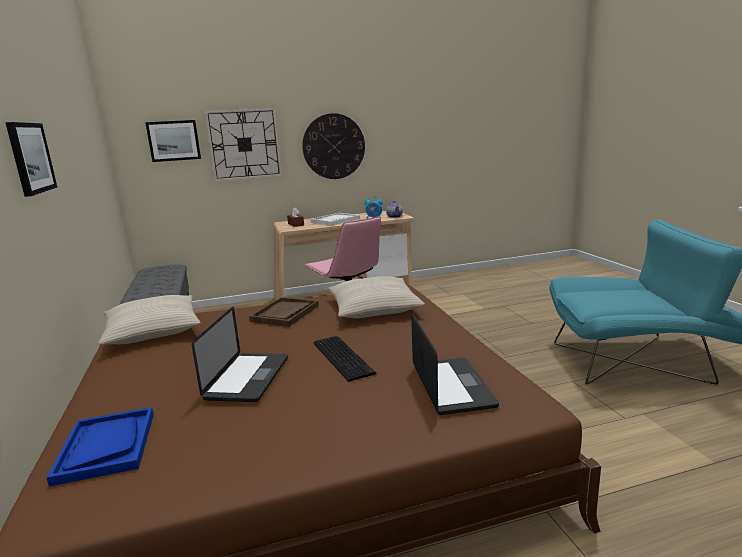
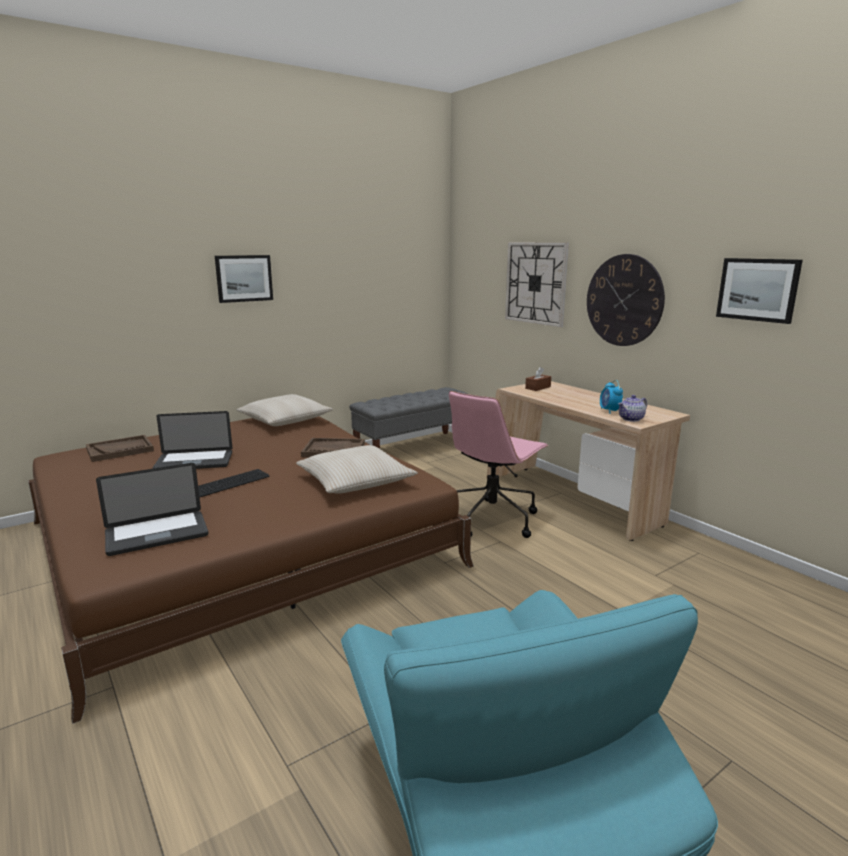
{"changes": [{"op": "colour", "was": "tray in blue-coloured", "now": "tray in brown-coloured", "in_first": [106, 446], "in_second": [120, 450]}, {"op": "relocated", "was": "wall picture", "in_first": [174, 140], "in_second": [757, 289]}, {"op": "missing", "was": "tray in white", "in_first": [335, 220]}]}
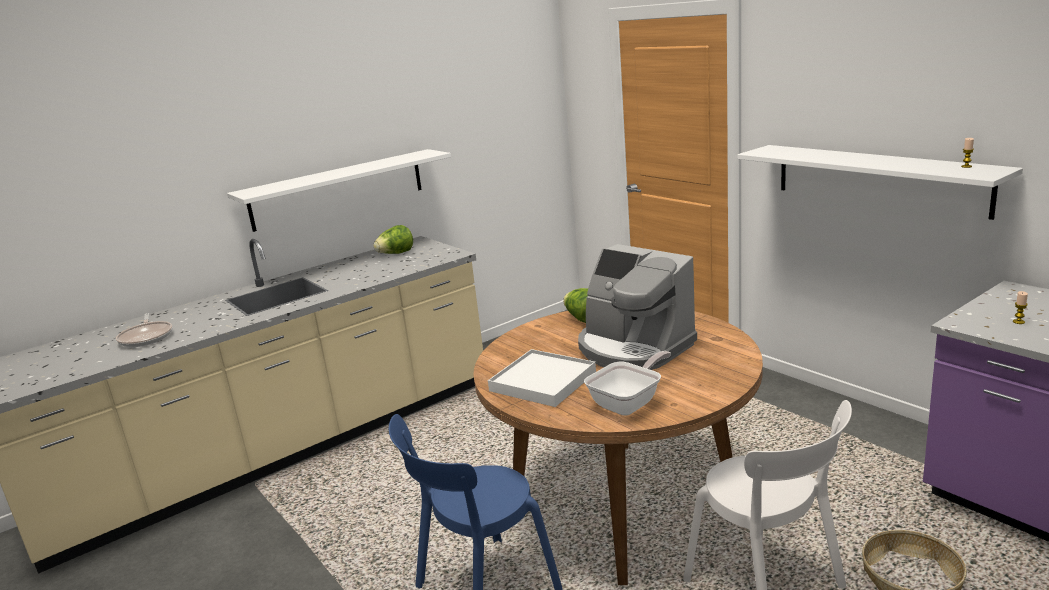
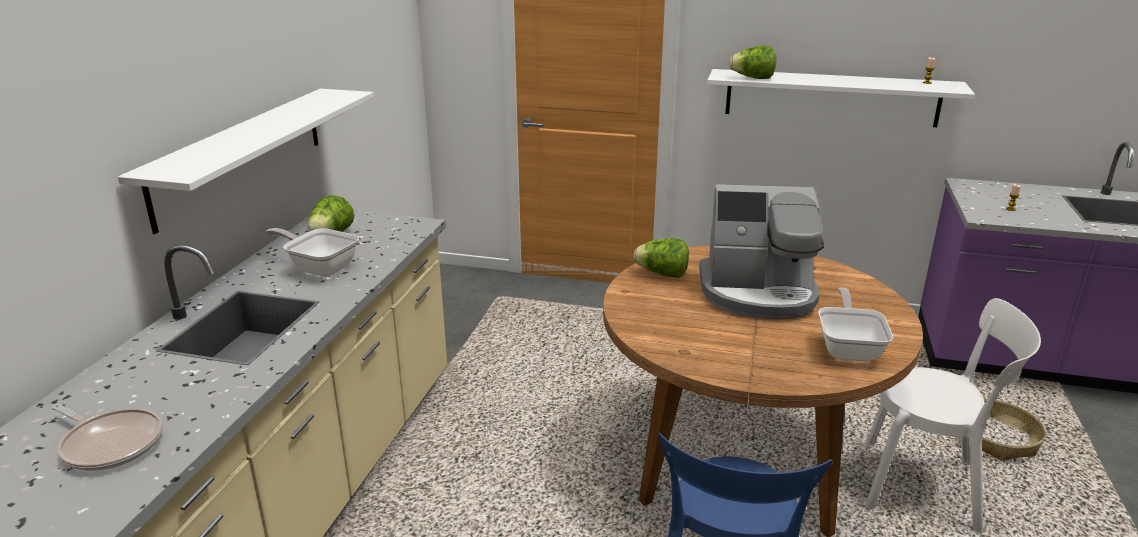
{"changes": [{"op": "missing", "was": "tray in white", "in_first": [543, 382]}, {"op": "appeared", "now": "frying pan", "in_second": [319, 267]}, {"op": "appeared", "now": "head of lettuce", "in_second": [753, 78]}]}
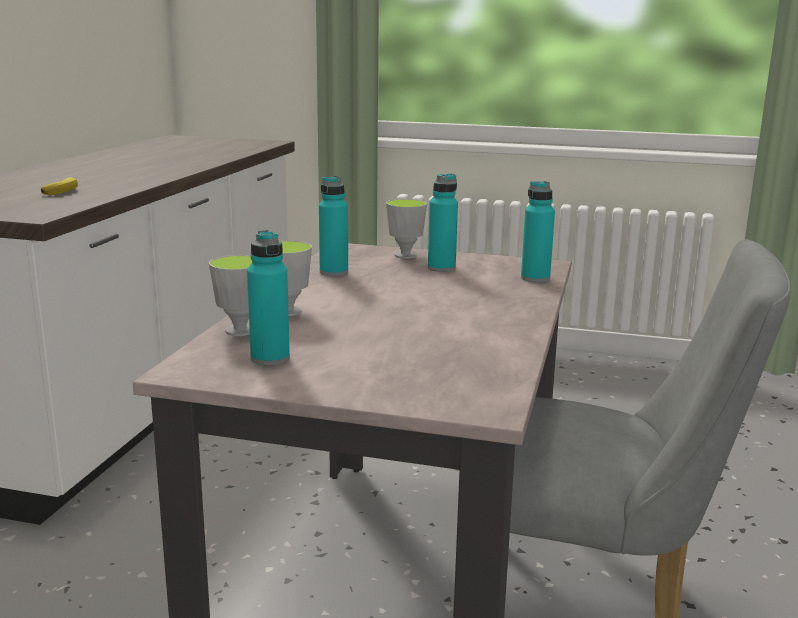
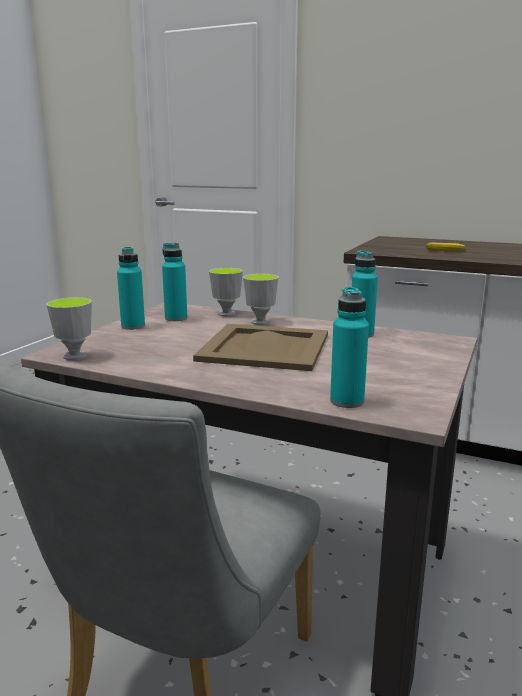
{"changes": [{"op": "relocated", "was": "cup", "in_first": [405, 255], "in_second": [75, 356]}, {"op": "relocated", "was": "beverage bottle in turquoise-coloured", "in_first": [441, 268], "in_second": [133, 326]}, {"op": "appeared", "now": "tray in beige", "in_second": [264, 347]}]}
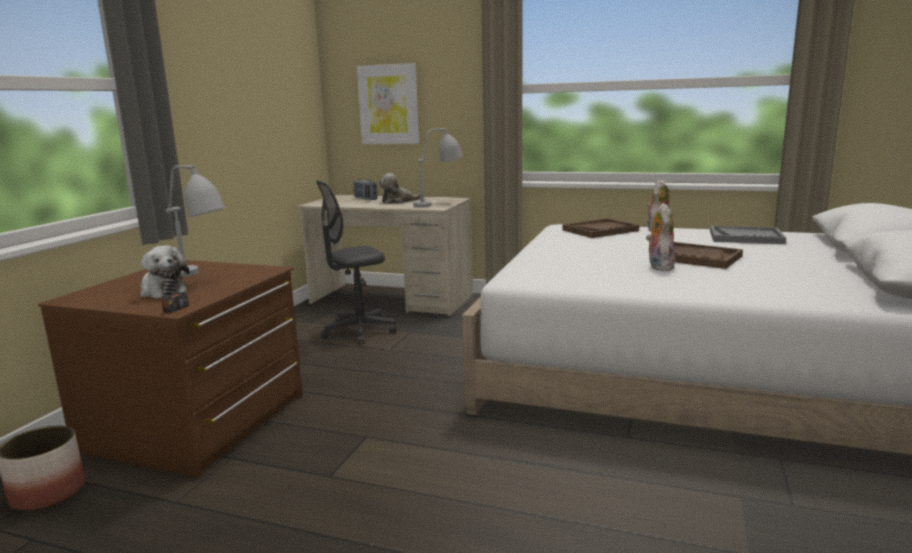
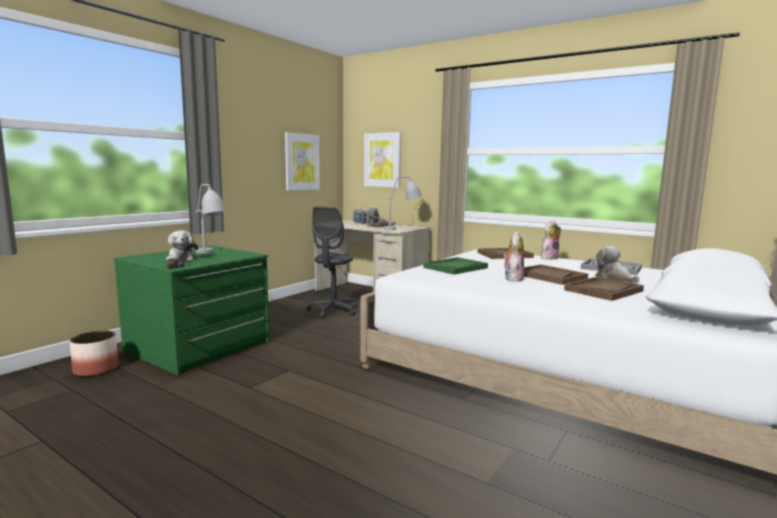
{"changes": [{"op": "colour", "was": "chest of drawers in brown-coloured", "now": "chest of drawers in green-coloured", "in_first": [198, 422], "in_second": [199, 347]}, {"op": "spun", "was": "office chair in gray", "in_first": [359, 332], "in_second": [333, 311], "clockwise": -60}, {"op": "appeared", "now": "wall picture", "in_second": [302, 162]}, {"op": "appeared", "now": "tray in green-coloured", "in_second": [455, 267]}, {"op": "appeared", "now": "tray in brown-coloured", "in_second": [603, 290]}, {"op": "appeared", "now": "cuddly toy", "in_second": [614, 278]}]}
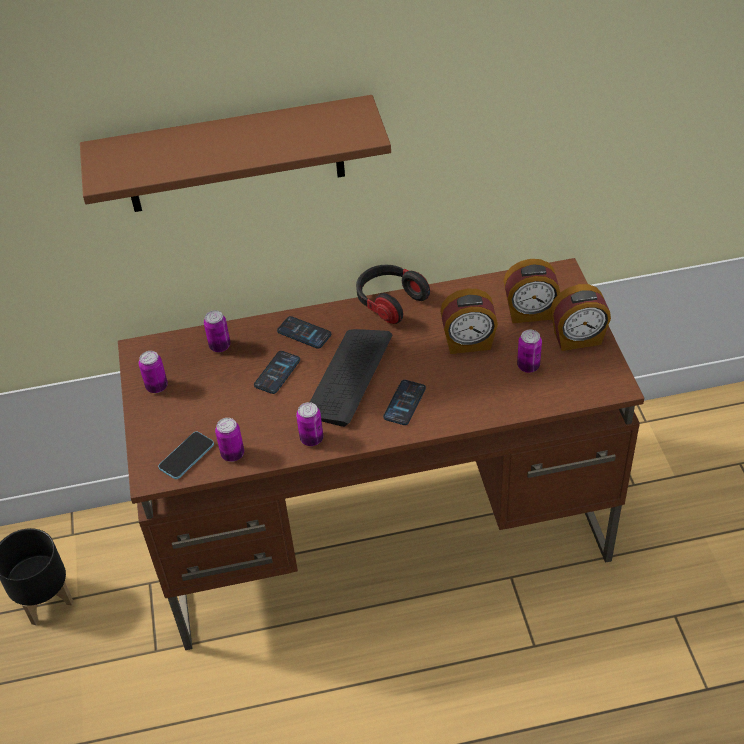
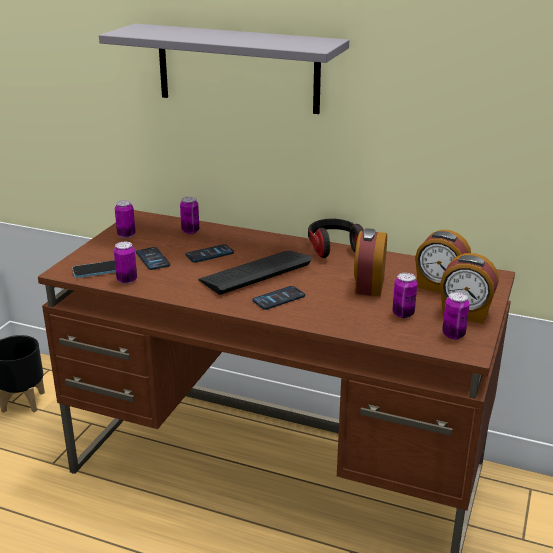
{"changes": [{"op": "colour", "was": "bracket shelf in brown-coloured", "now": "bracket shelf in gray", "in_first": [234, 156], "in_second": [237, 68]}, {"op": "relocated", "was": "handset", "in_first": [304, 333], "in_second": [153, 259]}, {"op": "relocated", "was": "sealed can", "in_first": [311, 439], "in_second": [453, 335]}, {"op": "spun", "was": "table clock", "in_first": [468, 343], "in_second": [368, 286], "clockwise": 75}]}
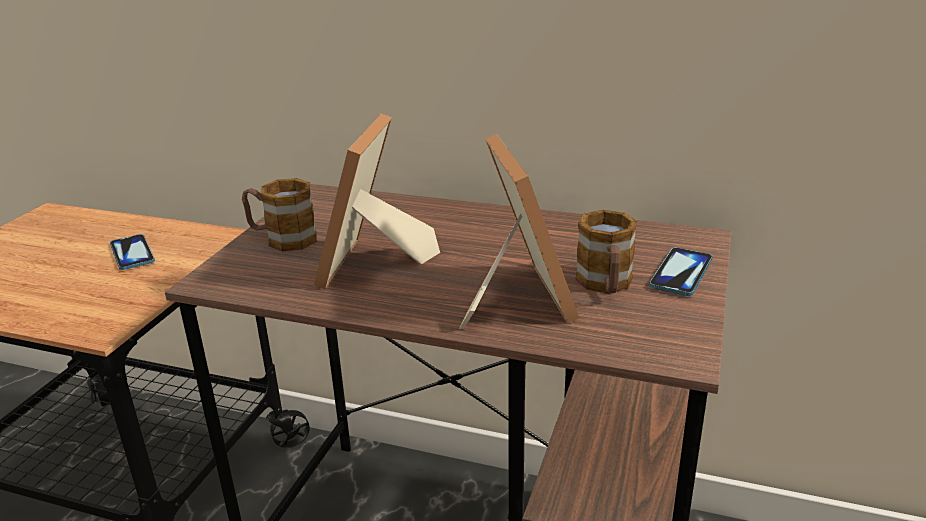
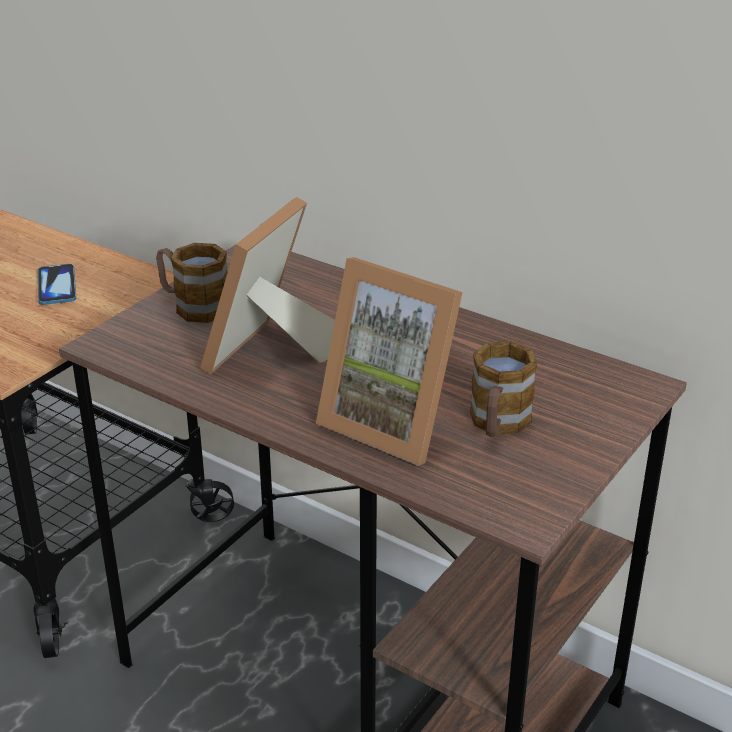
{"changes": [{"op": "spun", "was": "picture frame", "in_first": [515, 298], "in_second": [394, 422], "clockwise": 120}, {"op": "missing", "was": "handset", "in_first": [681, 273]}]}
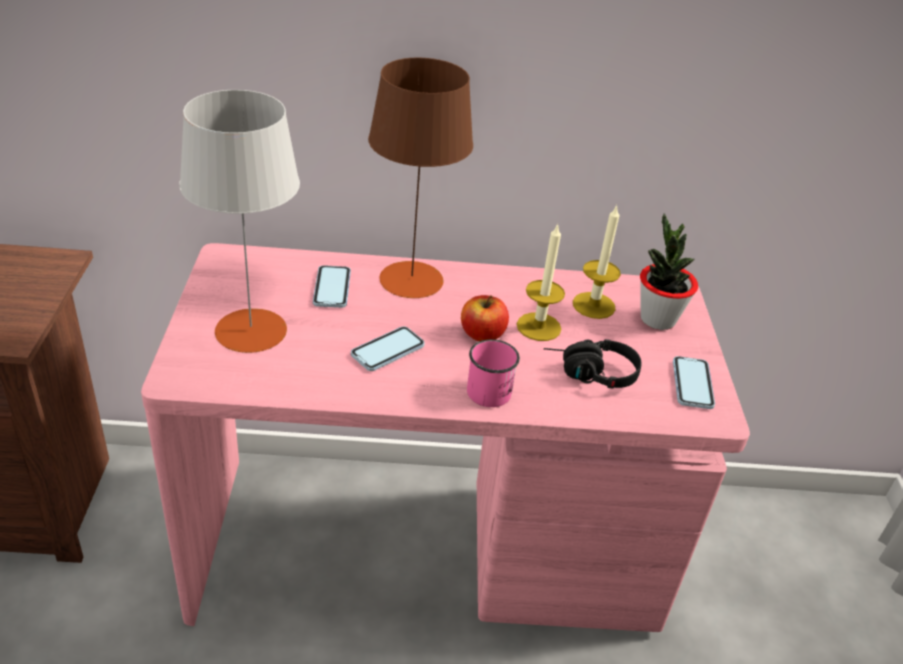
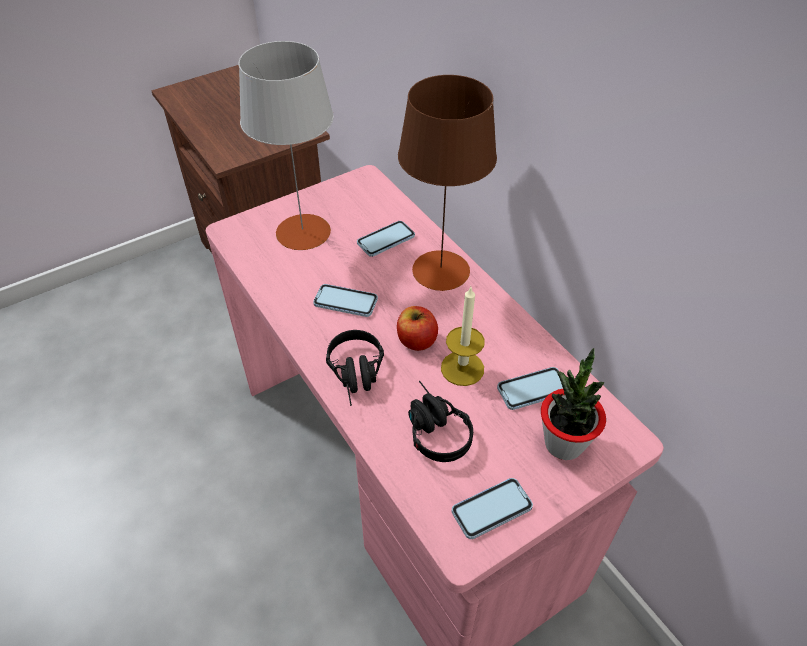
{"changes": [{"op": "exchanged", "was": "mug in pink", "now": "headset in black", "in_first": [491, 387], "in_second": [357, 376]}, {"op": "exchanged", "was": "candle", "now": "handset", "in_first": [593, 305], "in_second": [532, 389]}]}
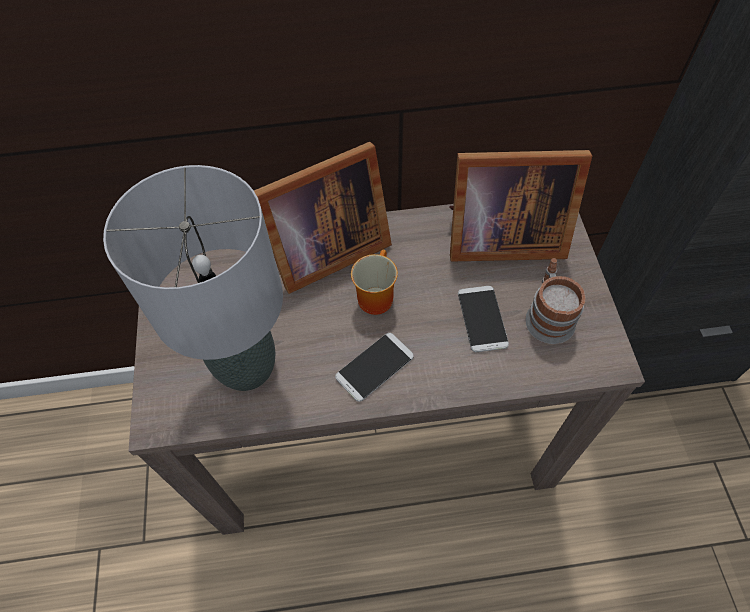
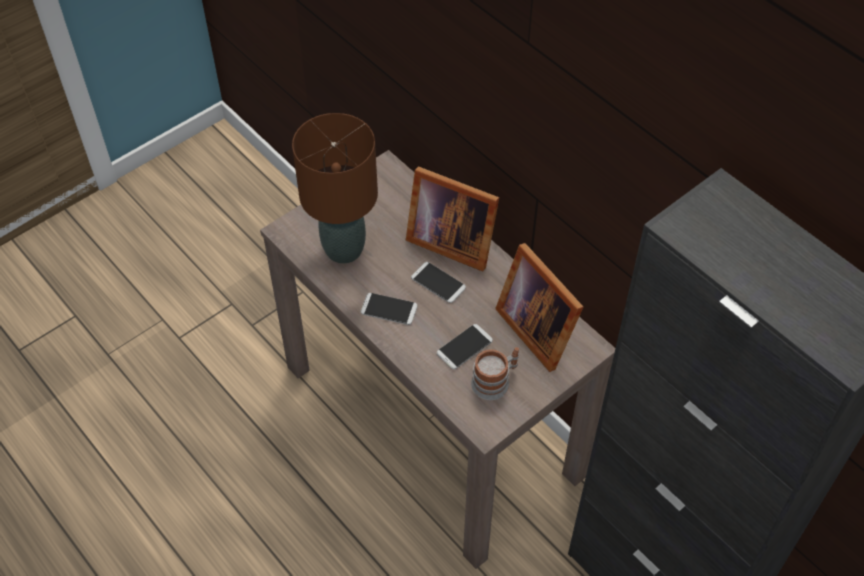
{"changes": [{"op": "colour", "was": "table lamp in gray", "now": "table lamp in brown-coloured", "in_first": [245, 366], "in_second": [344, 249]}, {"op": "exchanged", "was": "mug", "now": "handset", "in_first": [373, 295], "in_second": [438, 283]}]}
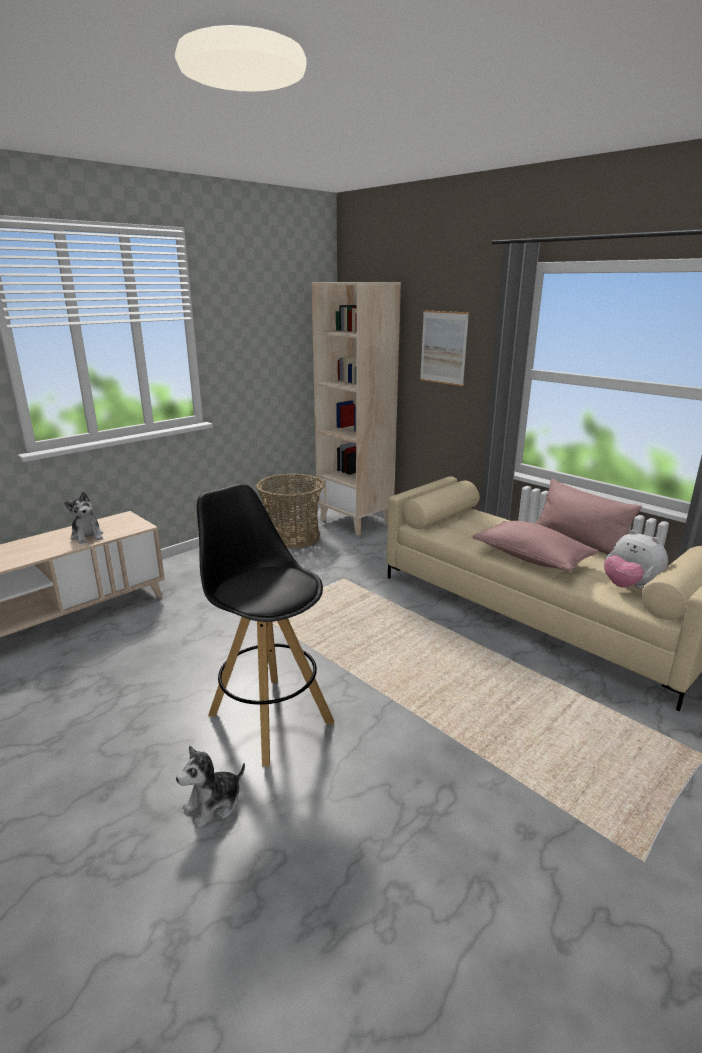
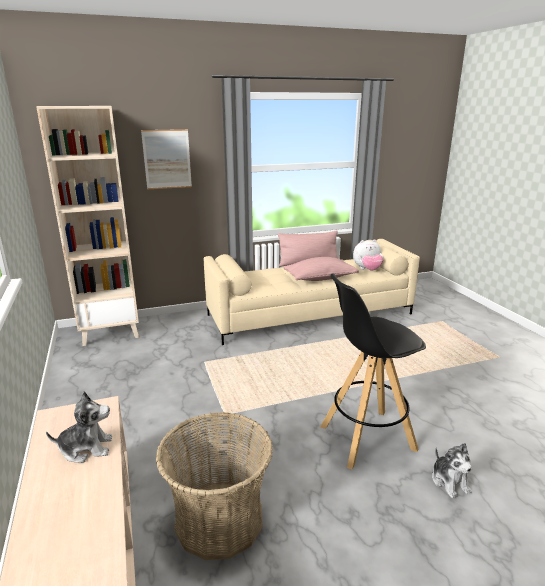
{"changes": [{"op": "relocated", "was": "storage basket", "in_first": [292, 537], "in_second": [219, 519]}]}
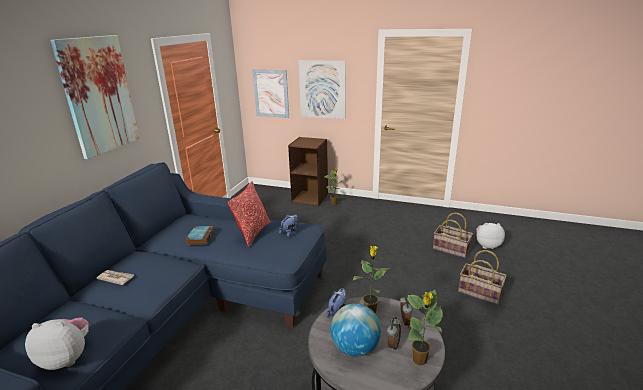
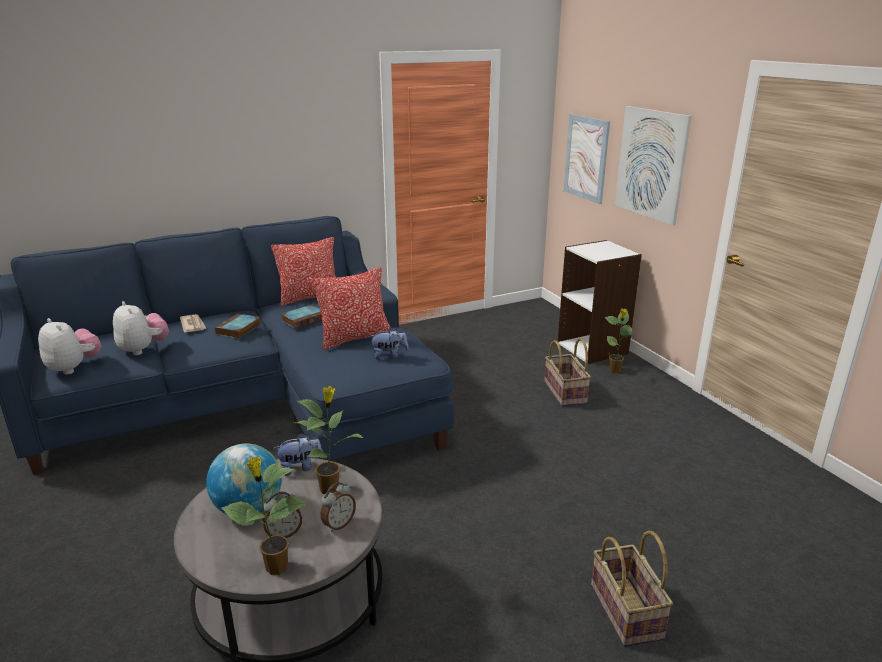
{"changes": [{"op": "missing", "was": "wall picture", "in_first": [99, 95]}, {"op": "colour", "was": "bookcase in brown-coloured", "now": "bookcase in white", "in_first": [310, 197], "in_second": [593, 348]}, {"op": "relocated", "was": "storage basket", "in_first": [451, 249], "in_second": [566, 393]}, {"op": "relocated", "was": "cuddly toy", "in_first": [487, 245], "in_second": [143, 349]}, {"op": "appeared", "now": "book", "in_second": [238, 329]}, {"op": "appeared", "now": "pillow", "in_second": [310, 298]}]}
